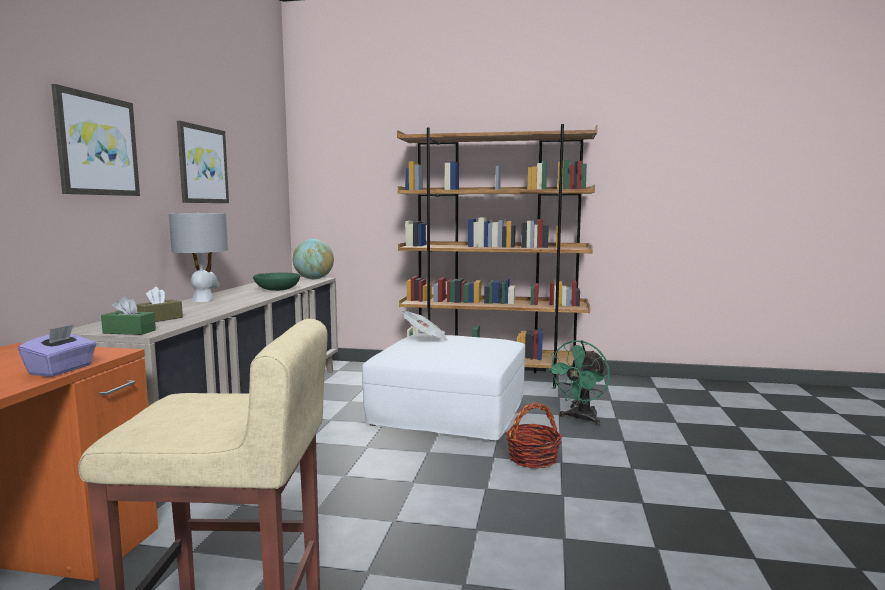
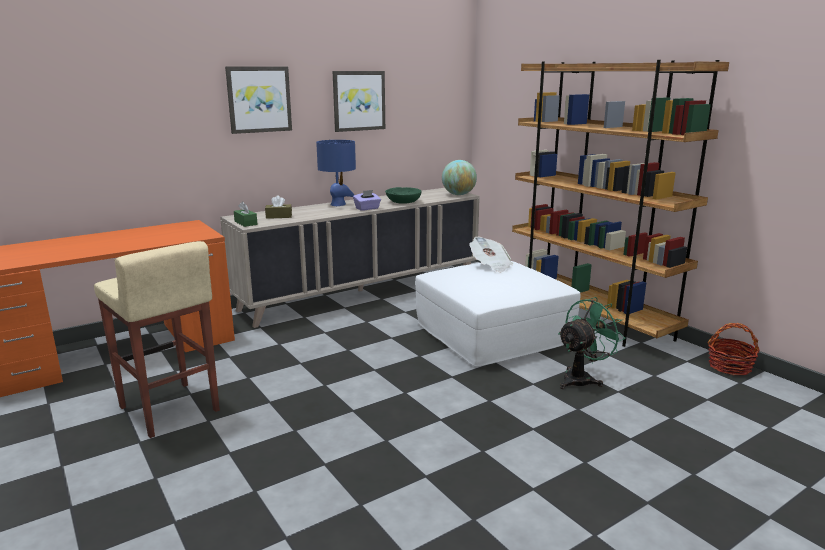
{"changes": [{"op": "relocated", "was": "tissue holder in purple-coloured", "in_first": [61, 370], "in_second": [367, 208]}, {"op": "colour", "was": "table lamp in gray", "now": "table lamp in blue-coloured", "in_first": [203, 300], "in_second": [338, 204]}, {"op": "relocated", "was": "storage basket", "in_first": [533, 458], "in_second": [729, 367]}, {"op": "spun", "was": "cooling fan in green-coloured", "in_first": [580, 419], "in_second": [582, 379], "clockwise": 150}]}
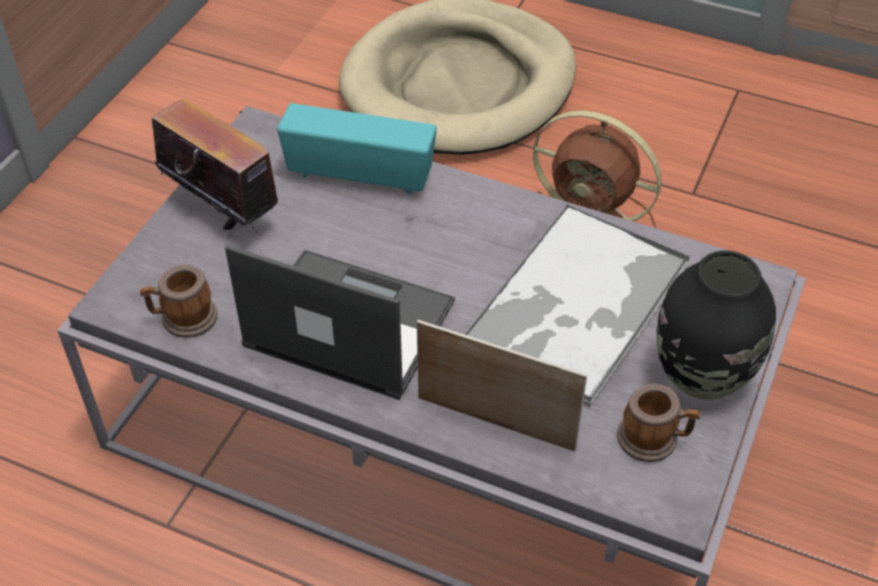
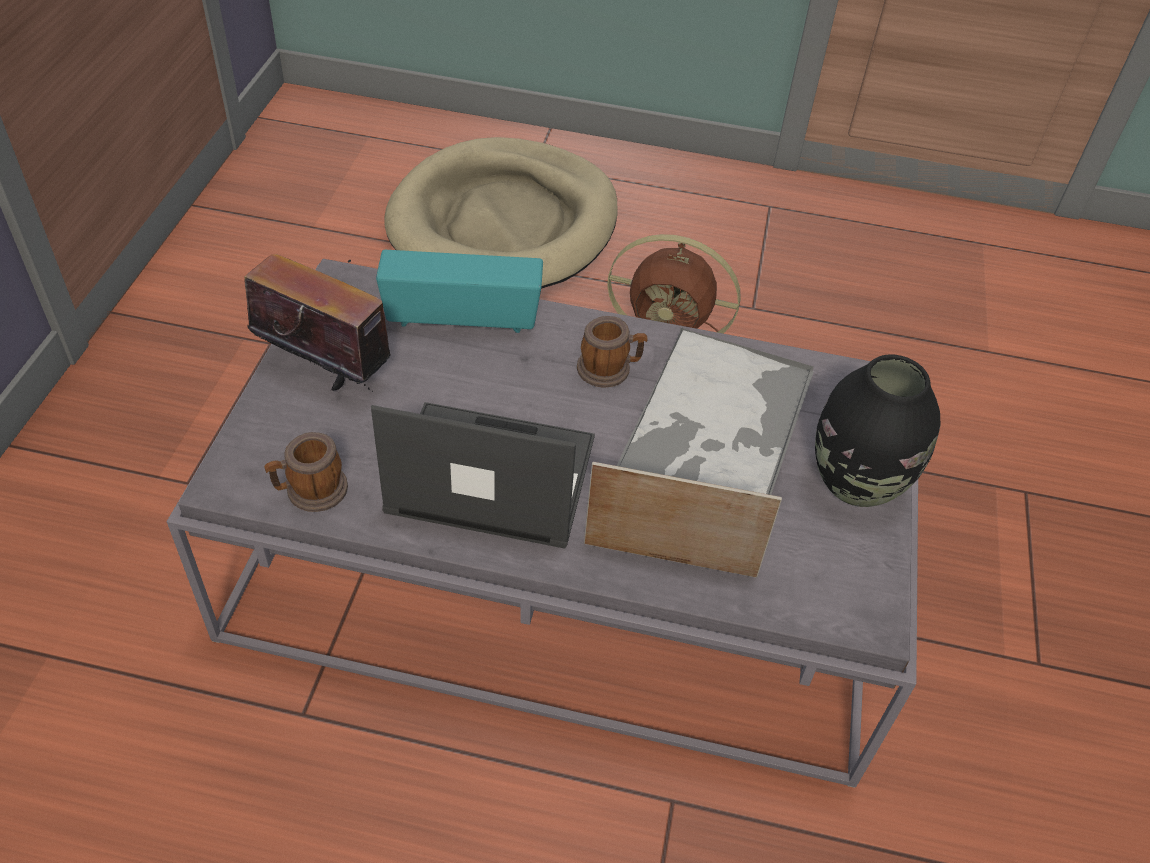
{"changes": [{"op": "relocated", "was": "mug", "in_first": [654, 439], "in_second": [609, 369]}]}
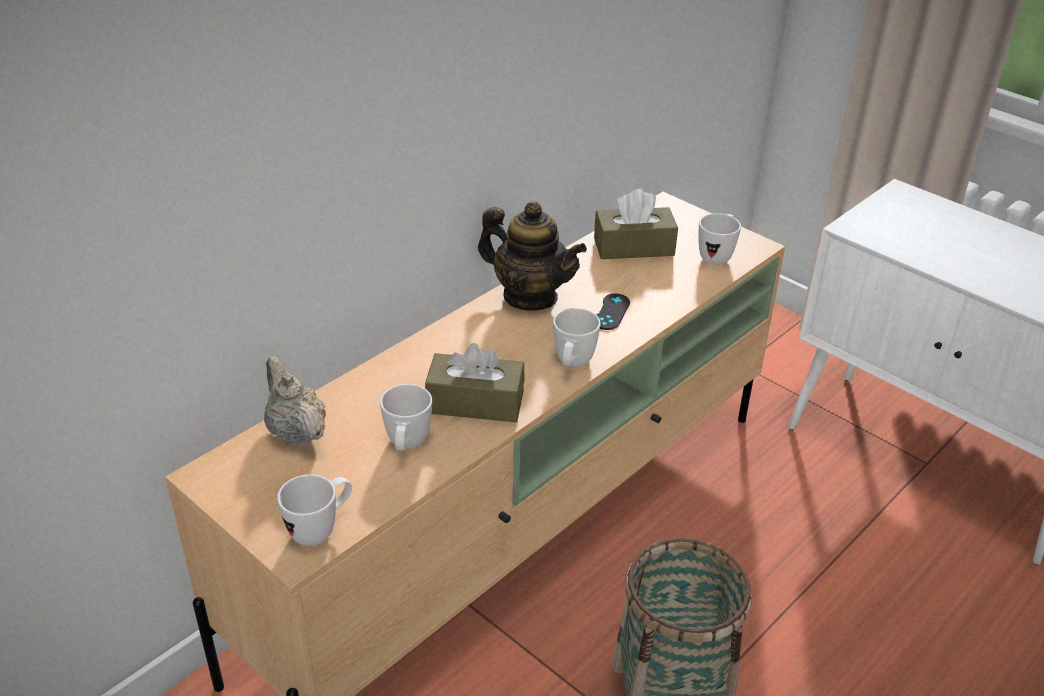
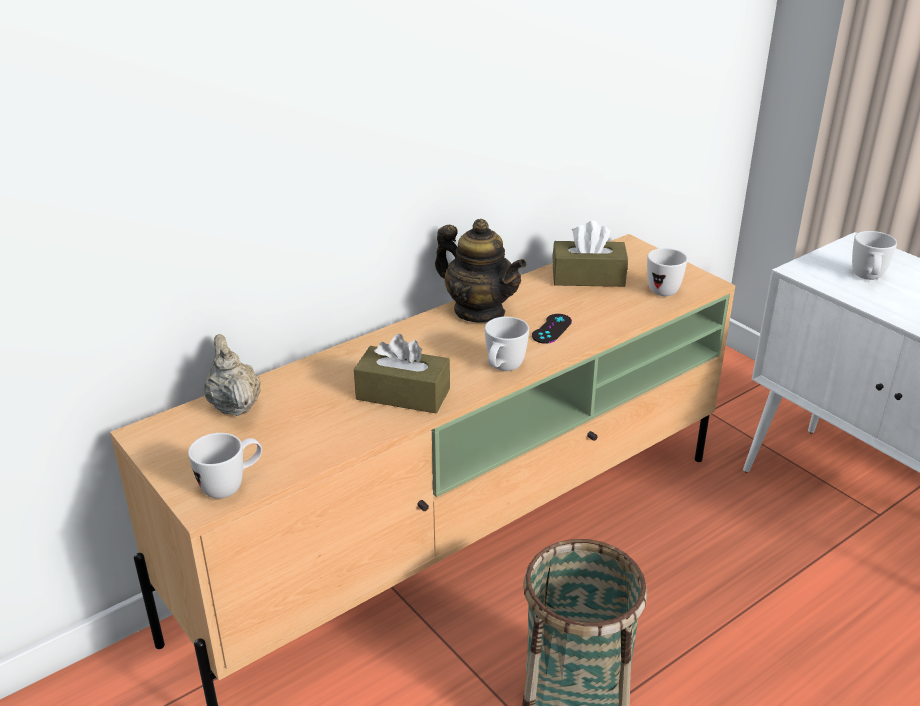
{"changes": [{"op": "relocated", "was": "mug in white", "in_first": [407, 446], "in_second": [868, 279]}]}
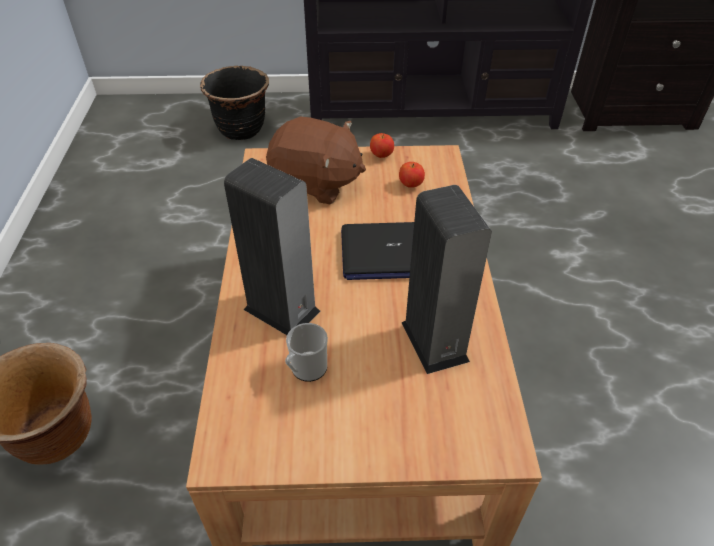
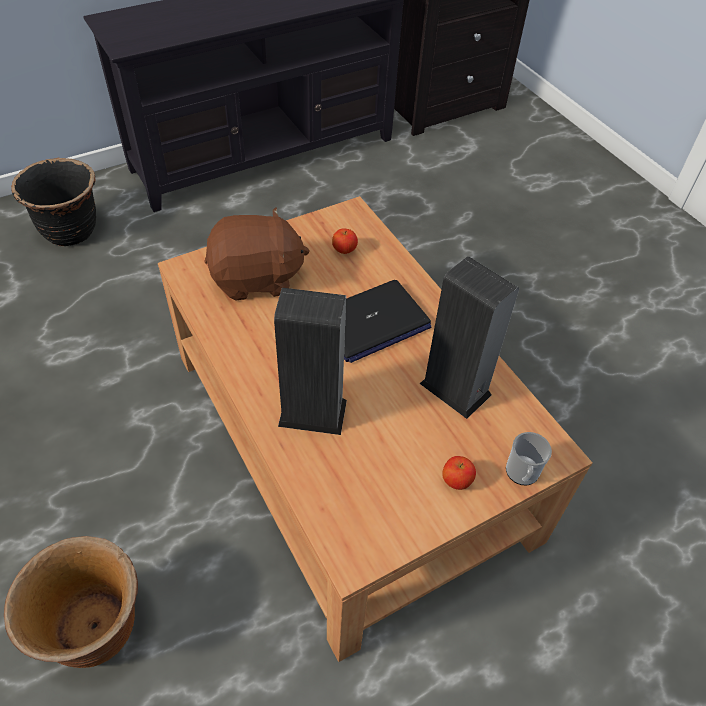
{"changes": [{"op": "relocated", "was": "mug", "in_first": [306, 370], "in_second": [522, 474]}, {"op": "relocated", "was": "apple", "in_first": [381, 155], "in_second": [456, 480]}]}
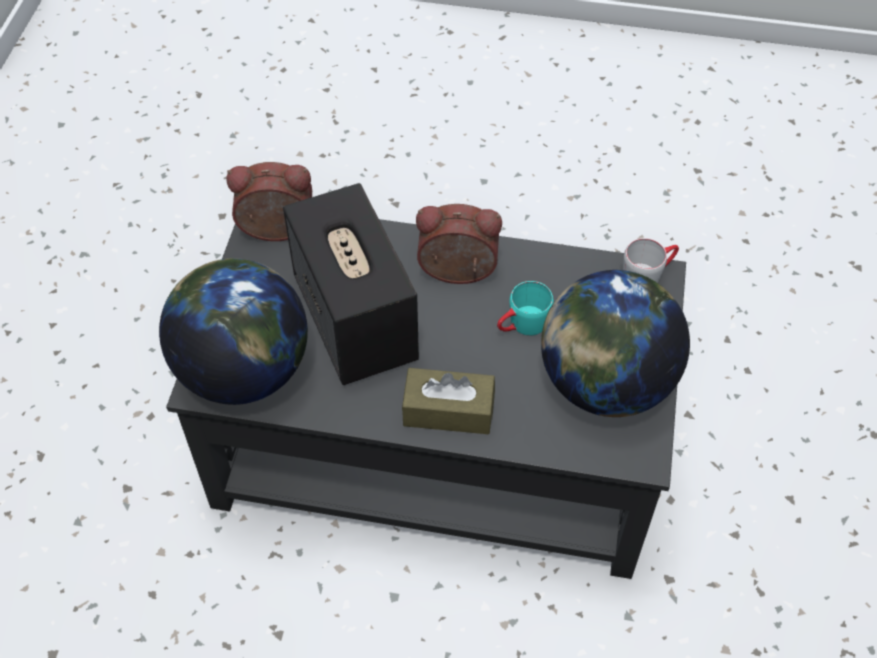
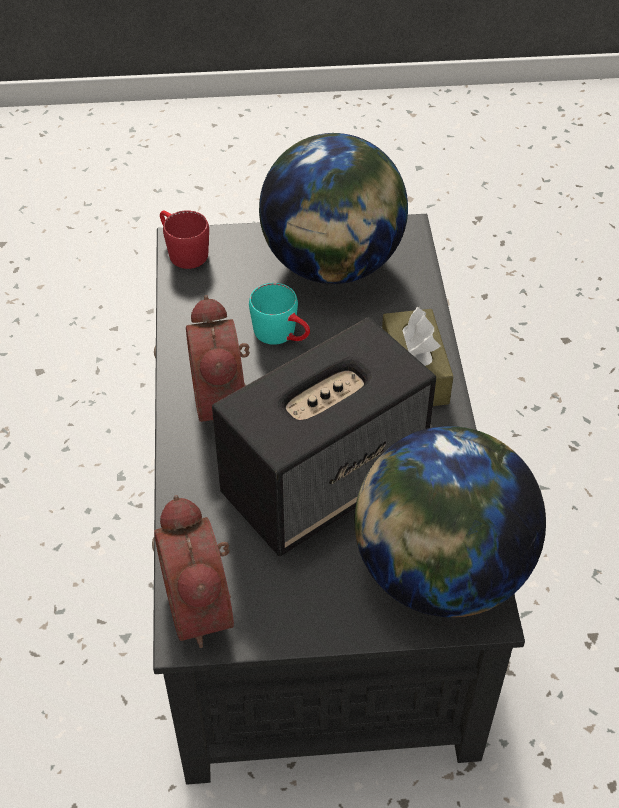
{"changes": [{"op": "colour", "was": "mug in gray", "now": "mug in reddish", "in_first": [648, 274], "in_second": [182, 251]}]}
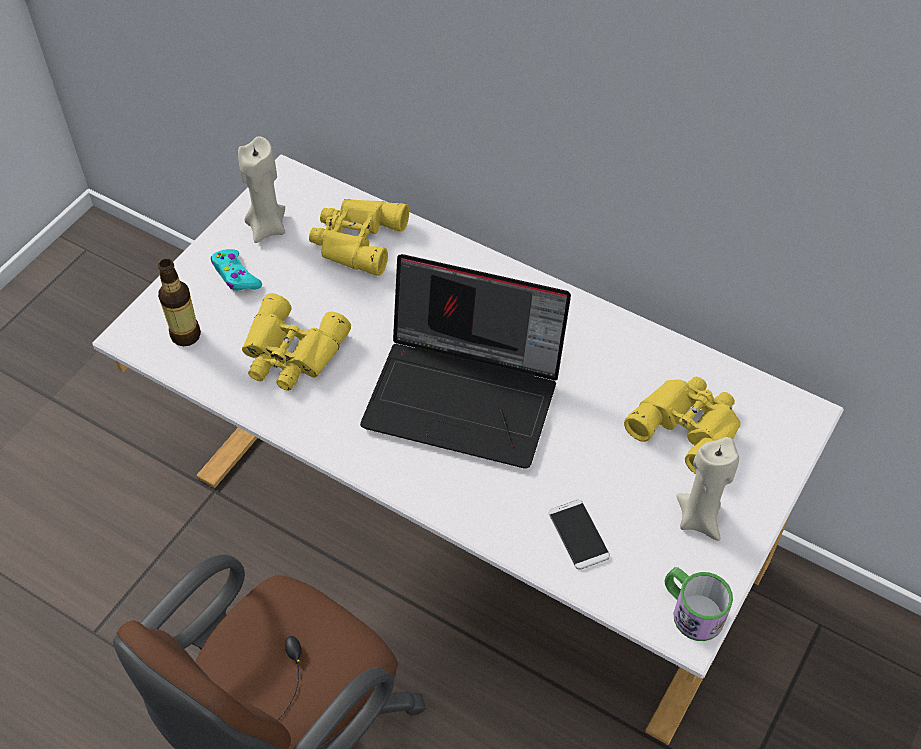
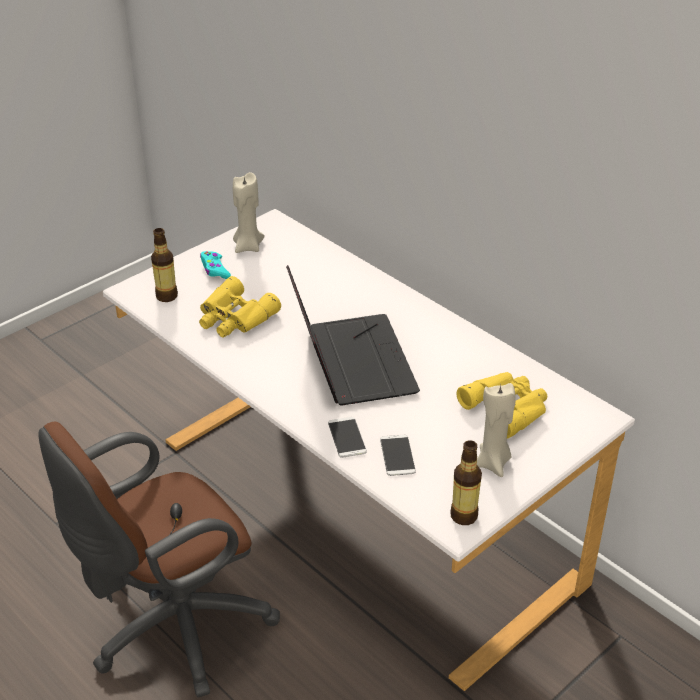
{"changes": [{"op": "missing", "was": "binoculars in yellowish", "in_first": [355, 240]}, {"op": "spun", "was": "laptop", "in_first": [467, 394], "in_second": [349, 361], "clockwise": -135}, {"op": "exchanged", "was": "mug", "now": "beverage bottle", "in_first": [691, 610], "in_second": [463, 516]}, {"op": "appeared", "now": "handset", "in_second": [347, 437]}]}
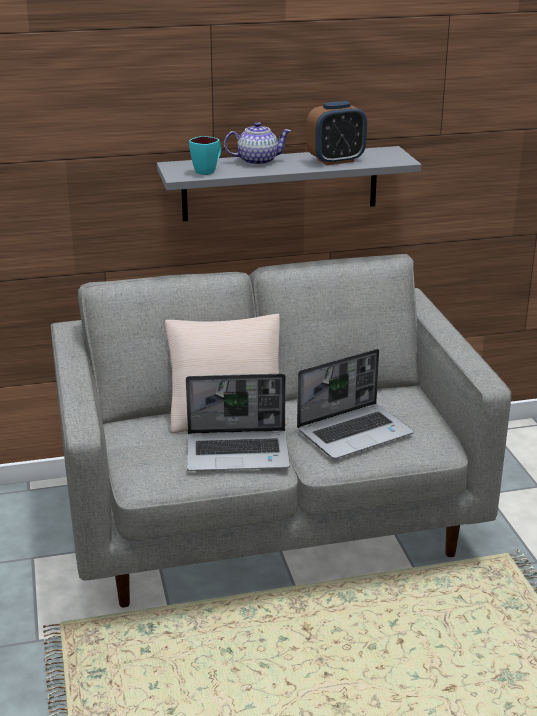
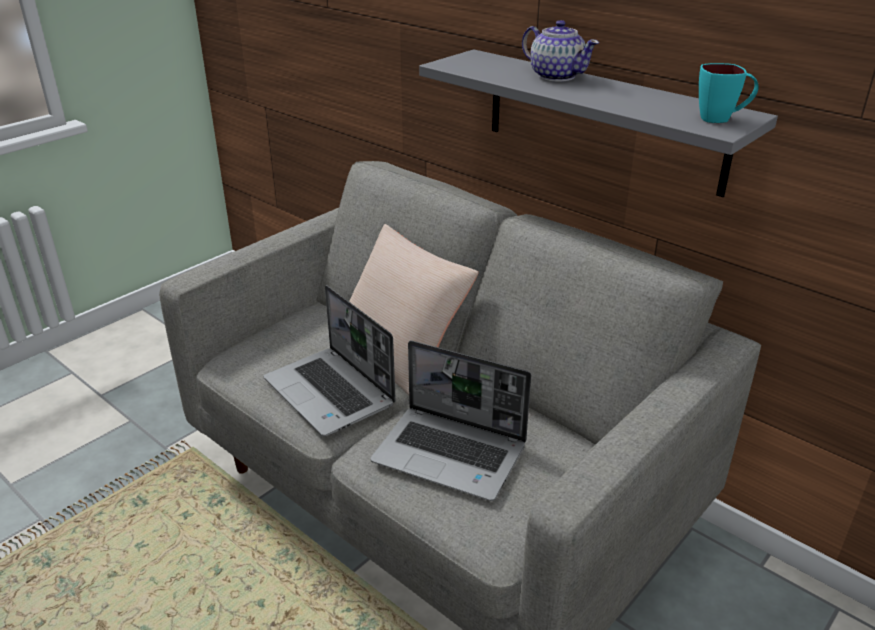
{"changes": [{"op": "relocated", "was": "mug in turquoise-coloured", "in_first": [208, 171], "in_second": [722, 119]}, {"op": "missing", "was": "table clock", "in_first": [336, 160]}]}
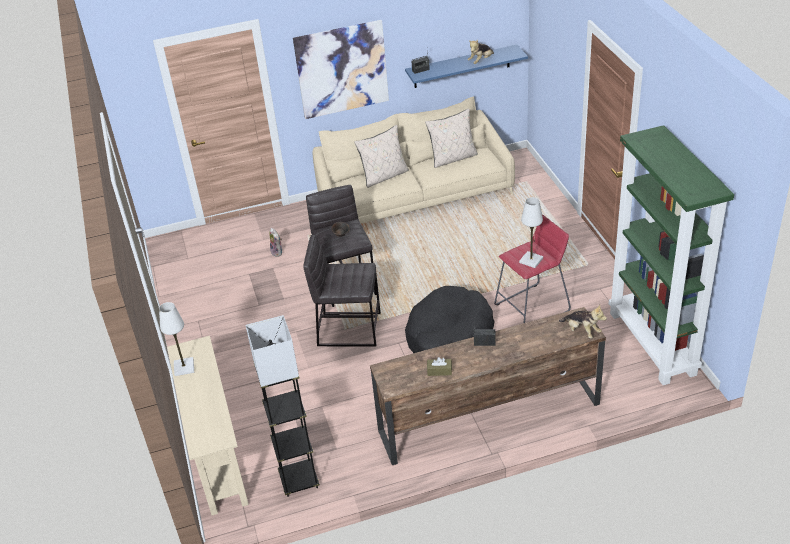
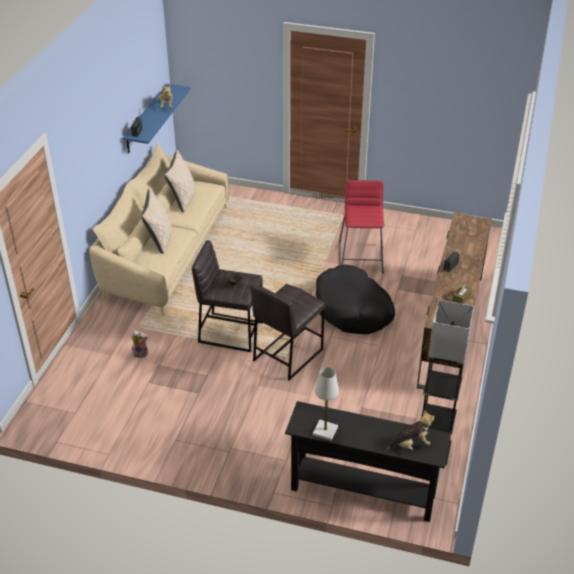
{"changes": [{"op": "colour", "was": "narrow table in beige", "now": "narrow table in black", "in_first": [217, 455], "in_second": [362, 492]}, {"op": "missing", "was": "wall picture", "in_first": [342, 69]}, {"op": "missing", "was": "table lamp in white", "in_first": [531, 260]}, {"op": "relocated", "was": "cuddly toy", "in_first": [582, 331], "in_second": [410, 444]}, {"op": "missing", "was": "bookcase in green-coloured", "in_first": [653, 343]}]}
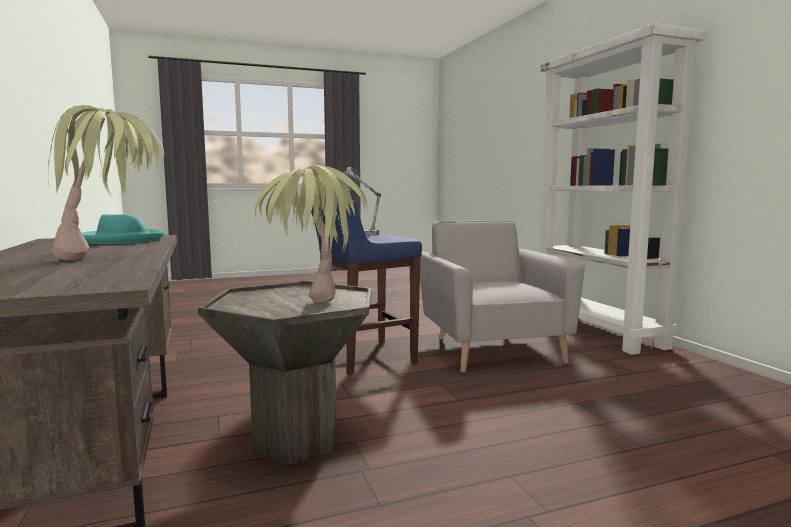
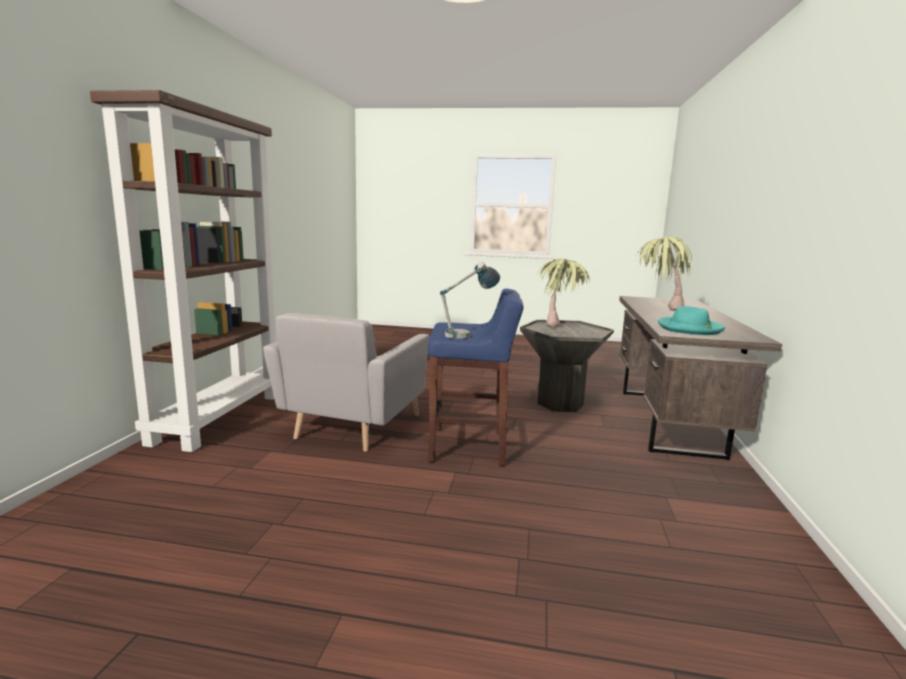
{"changes": [{"op": "colour", "was": "bookcase in white", "now": "bookcase in brown-coloured", "in_first": [598, 331], "in_second": [218, 417]}]}
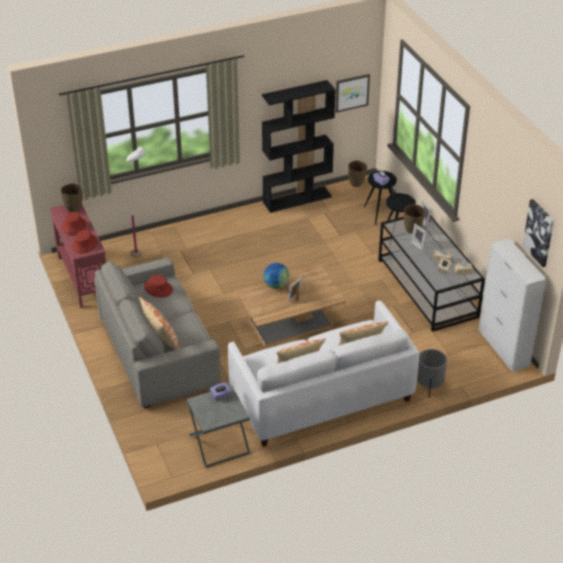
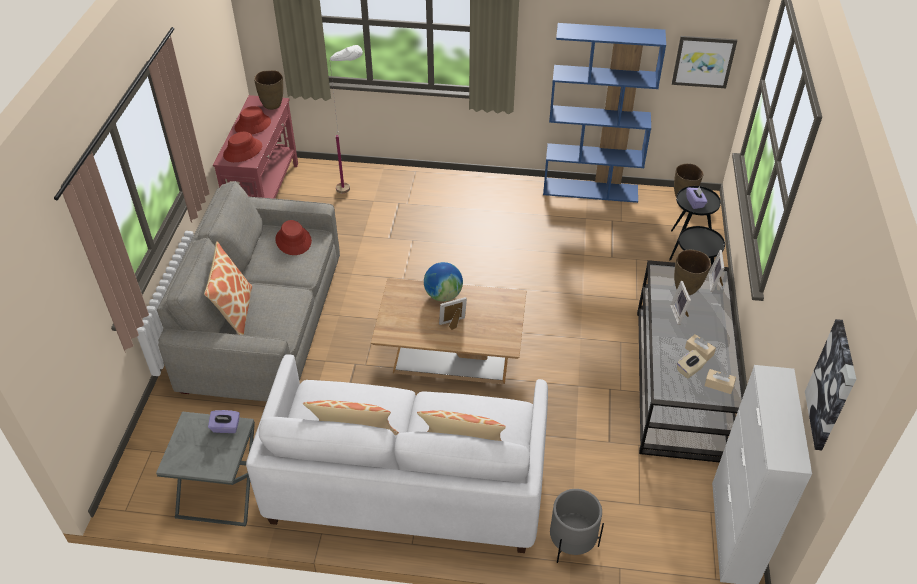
{"changes": [{"op": "colour", "was": "bookcase in black", "now": "bookcase in blue-coloured", "in_first": [297, 199], "in_second": [591, 190]}]}
